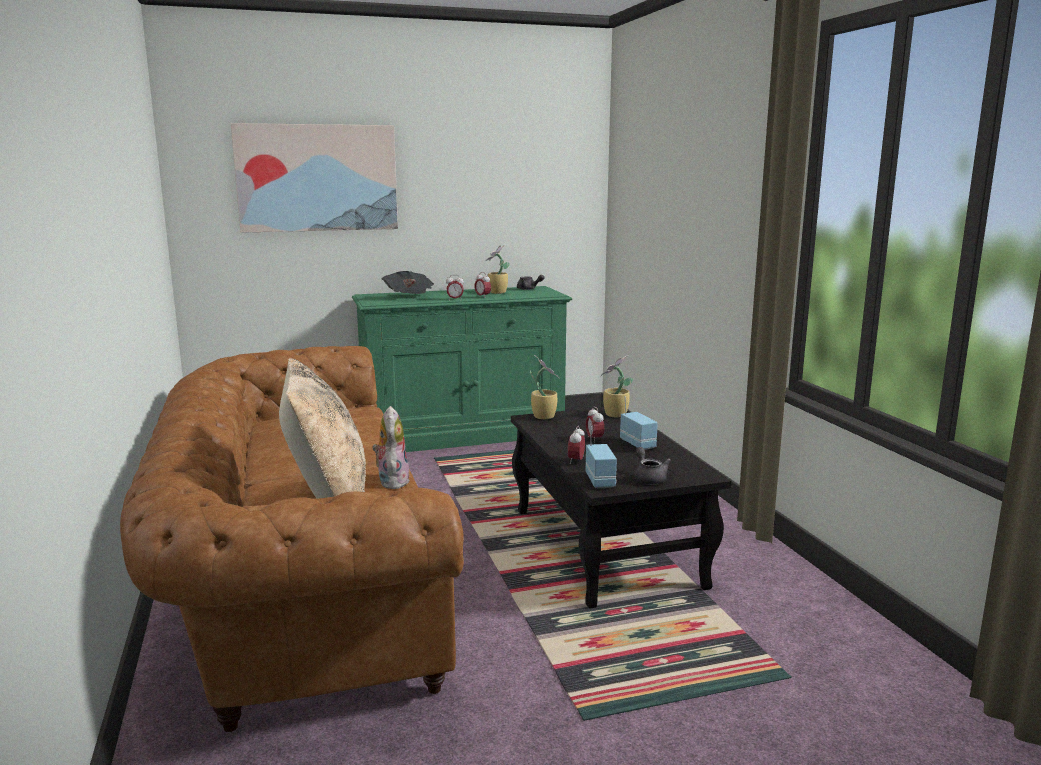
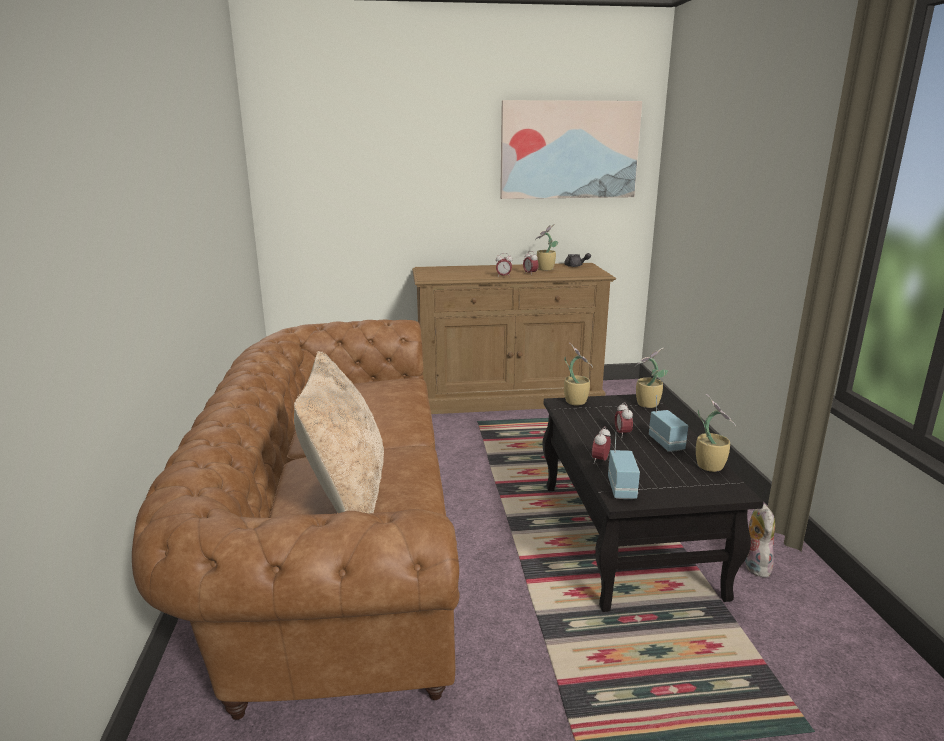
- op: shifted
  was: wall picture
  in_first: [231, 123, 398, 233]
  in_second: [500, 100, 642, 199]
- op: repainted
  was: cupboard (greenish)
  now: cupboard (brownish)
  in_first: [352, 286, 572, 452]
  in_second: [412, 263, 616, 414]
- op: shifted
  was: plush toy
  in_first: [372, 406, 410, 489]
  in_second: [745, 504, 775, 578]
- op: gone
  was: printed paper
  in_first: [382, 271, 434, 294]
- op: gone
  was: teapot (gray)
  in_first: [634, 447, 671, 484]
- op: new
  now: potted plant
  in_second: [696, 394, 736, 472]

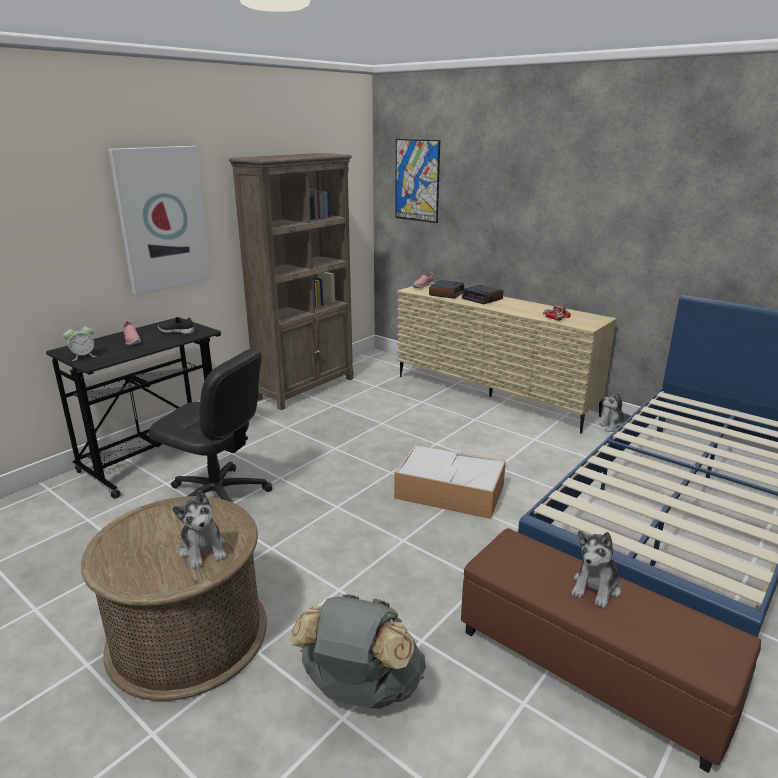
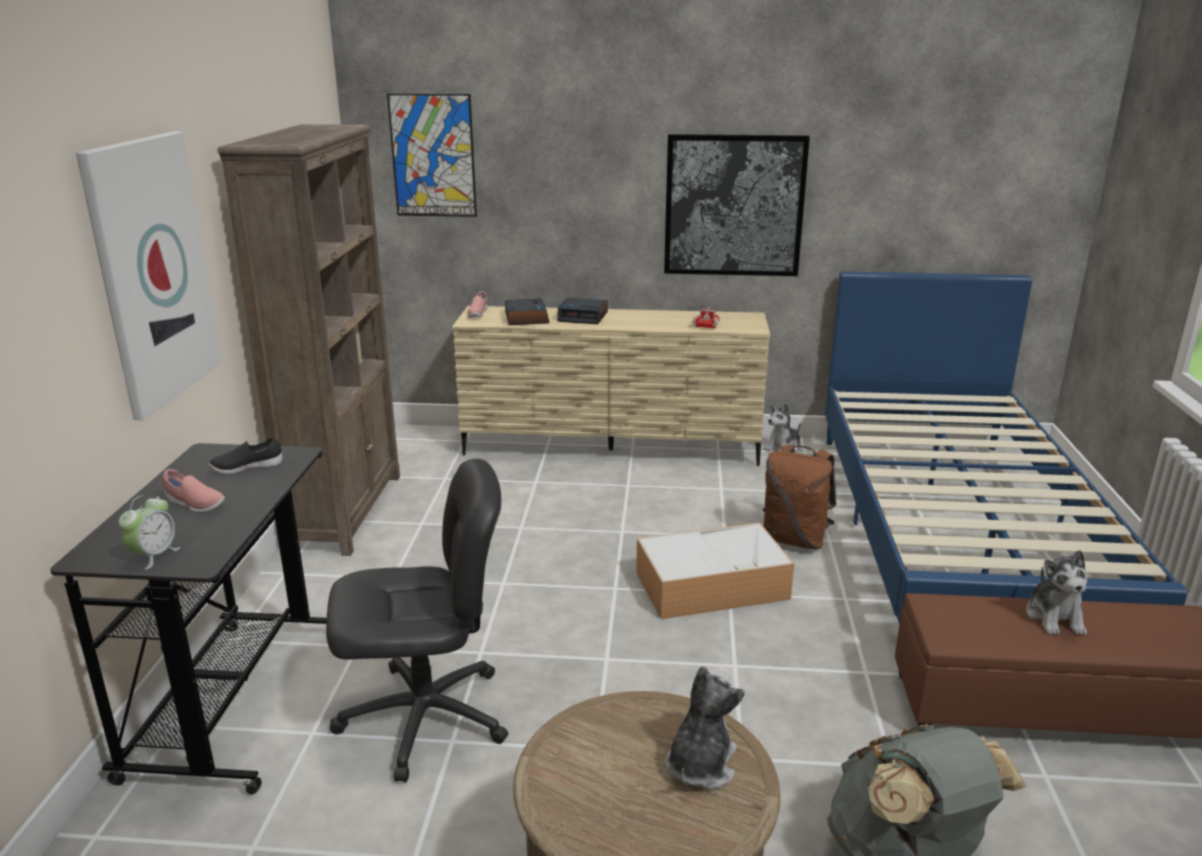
- op: rotated
  was: plush toy
  in_first: [172, 490, 226, 569]
  in_second: [665, 666, 745, 790]
  clockwise: -90
- op: new
  now: wall picture
  in_second: [664, 134, 810, 276]
- op: new
  now: knapsack (brownish)
  in_second: [763, 444, 836, 550]

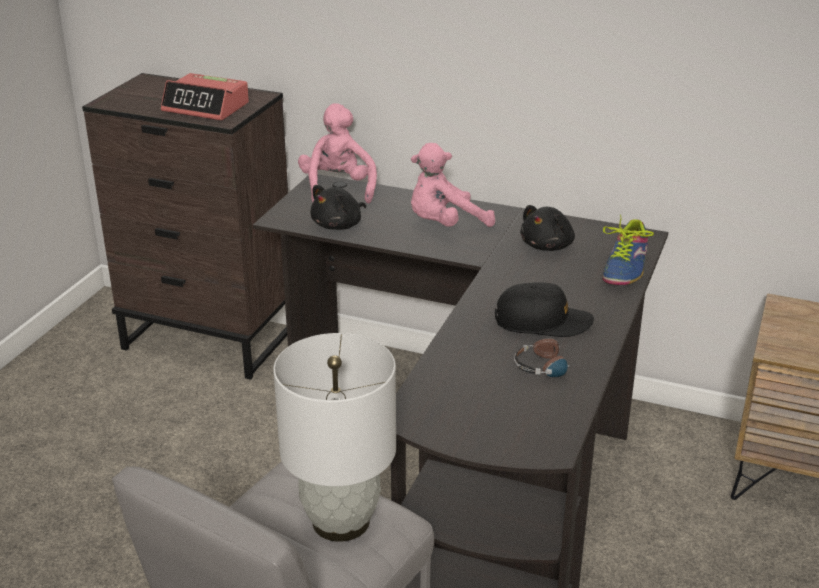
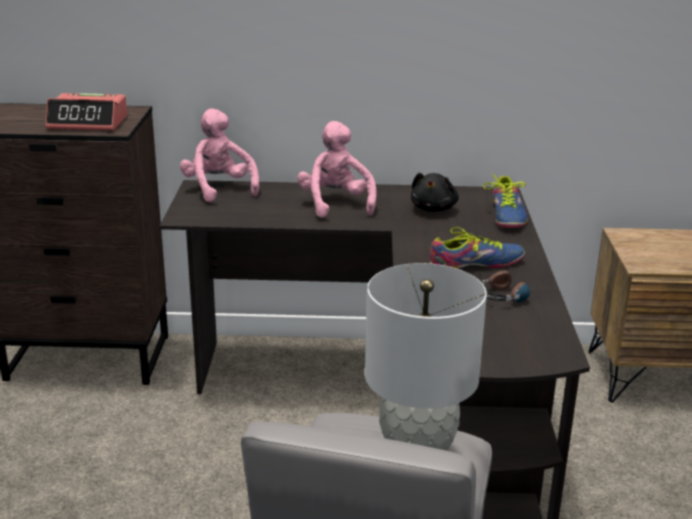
- op: gone
  was: plush toy (black)
  in_first: [310, 185, 366, 230]
- op: rotated
  was: plush toy (pinkish)
  in_first: [411, 143, 495, 227]
  in_second: [297, 121, 377, 218]
  clockwise: 120
- op: swapped
  was: peaked cap (black)
  now: low shoe
  in_first: [495, 282, 594, 337]
  in_second: [430, 227, 525, 269]

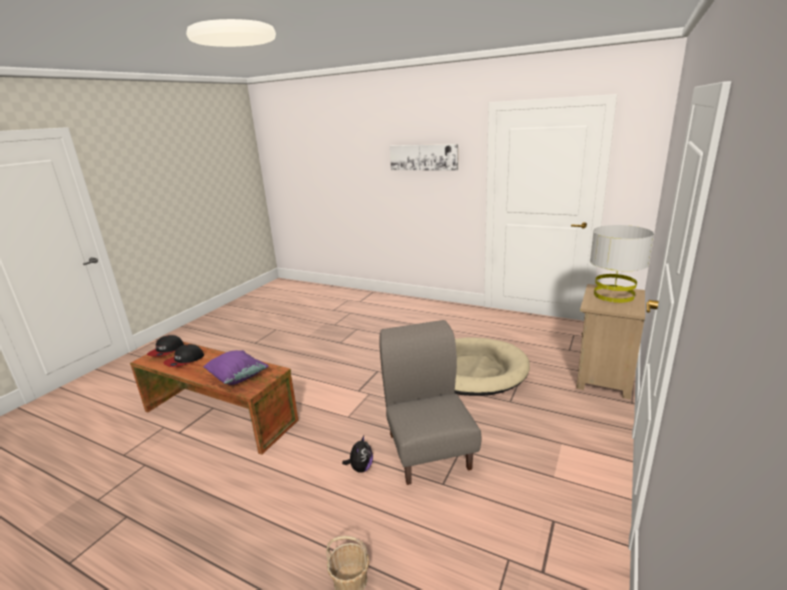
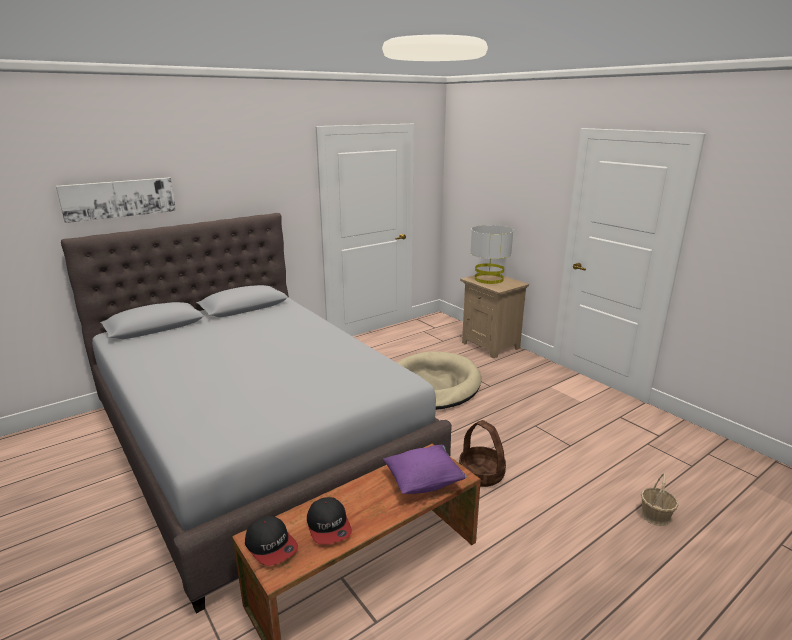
- op: gone
  was: plush toy
  in_first: [342, 435, 373, 473]
- op: gone
  was: plain chair (gray)
  in_first: [379, 320, 481, 485]
- op: shifted
  was: wall picture
  in_first: [390, 144, 458, 171]
  in_second: [56, 177, 176, 223]
- op: new
  now: bedroom bed (gray)
  in_second: [61, 213, 452, 614]
- op: new
  now: basket
  in_second: [459, 420, 506, 487]

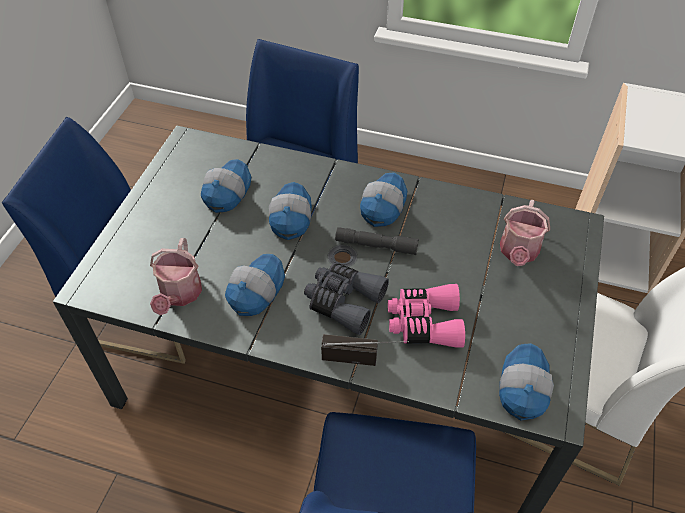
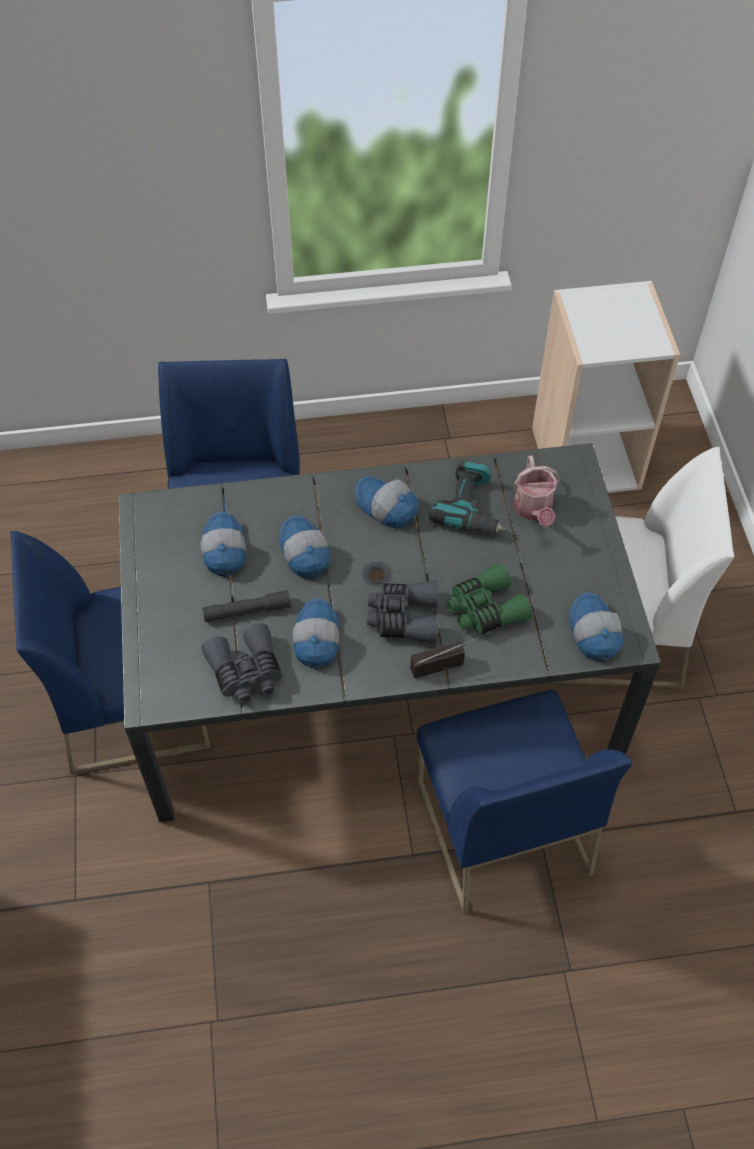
- op: swapped
  was: watering pot
  now: binoculars (gray)
  in_first: [150, 238, 202, 315]
  in_second: [202, 623, 282, 703]
- op: shifted
  was: hand torch (gray)
  in_first: [335, 227, 419, 255]
  in_second: [202, 590, 291, 622]
- op: rotated
  was: peaked cap
  in_first: [360, 173, 407, 227]
  in_second: [355, 476, 418, 528]
  clockwise: -45
- op: repainted
  was: binoculars (pinkish)
  now: binoculars (greenish)
  in_first: [388, 284, 465, 348]
  in_second: [446, 563, 532, 635]
- op: new
  now: drill
  in_second: [429, 461, 506, 534]

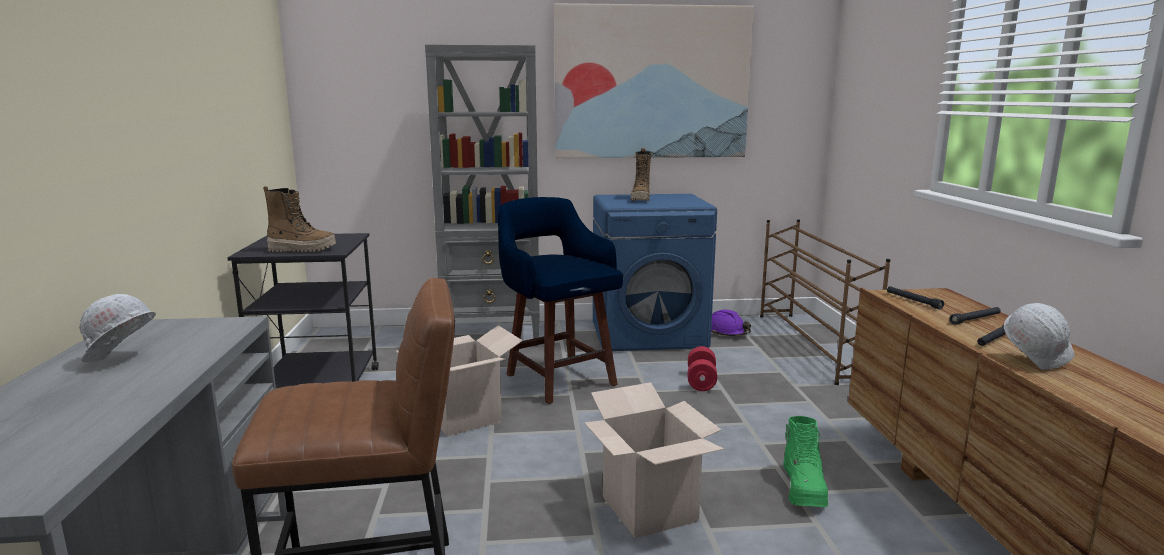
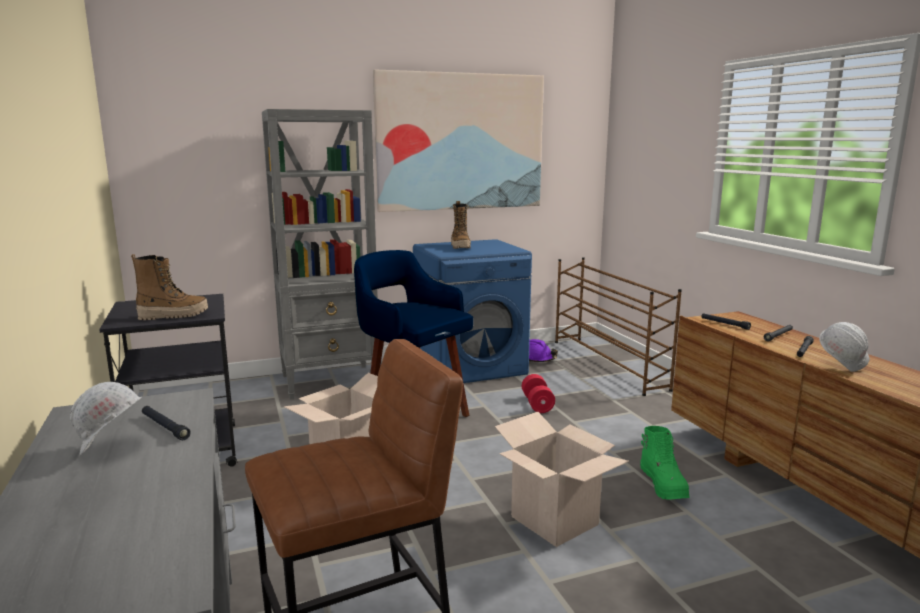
- op: new
  now: hand torch (black)
  in_second: [142, 406, 191, 440]

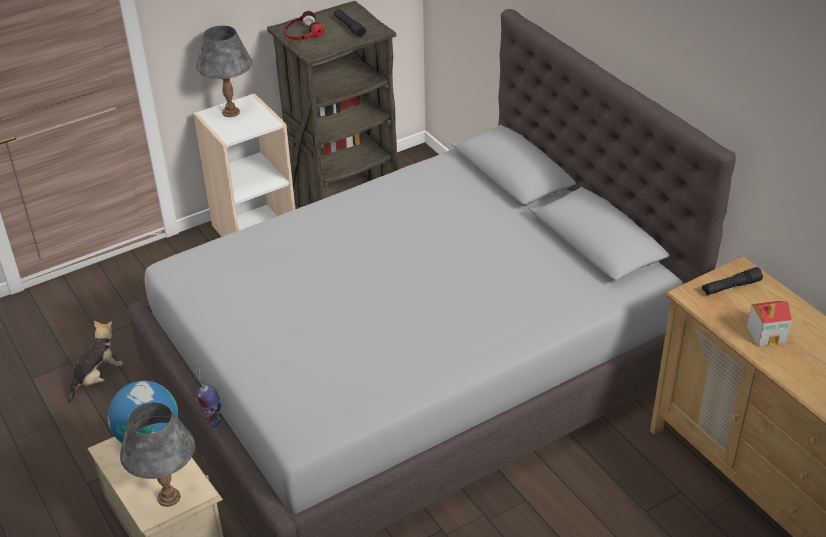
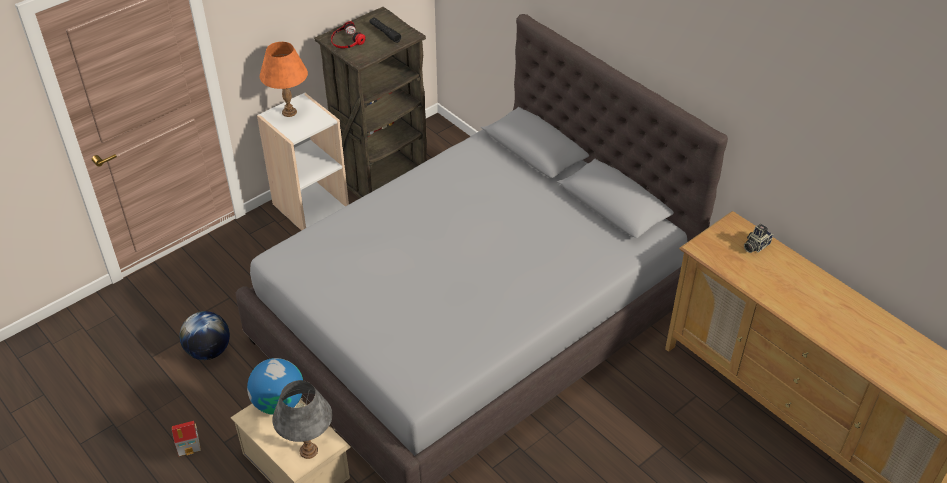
- op: swapped
  was: plush toy
  now: globe
  in_first: [68, 321, 123, 403]
  in_second: [179, 311, 230, 360]
- op: gone
  was: toy robot
  in_first: [195, 367, 222, 427]
- op: repainted
  was: tabletop lamp (gray)
  now: tabletop lamp (orange)
  in_first: [196, 25, 252, 117]
  in_second: [260, 42, 308, 117]
- op: gone
  was: hand torch (black)
  in_first: [702, 267, 763, 295]
- op: shifted
  was: miniature house
  in_first: [747, 301, 792, 346]
  in_second: [172, 421, 201, 456]
- op: new
  now: photo camera
  in_second: [744, 224, 773, 253]

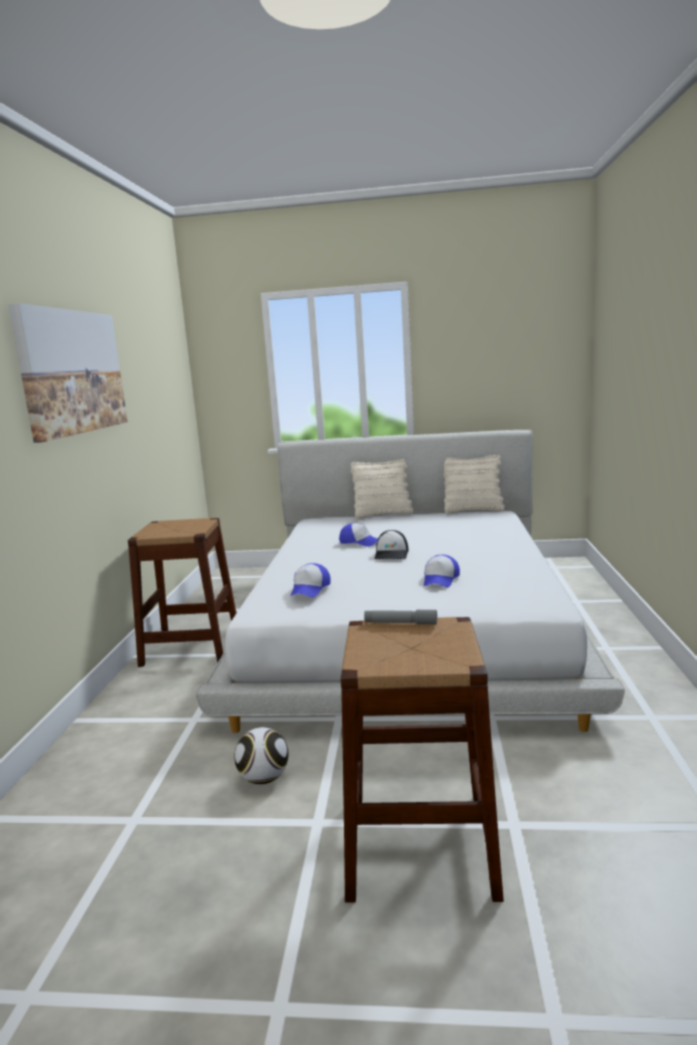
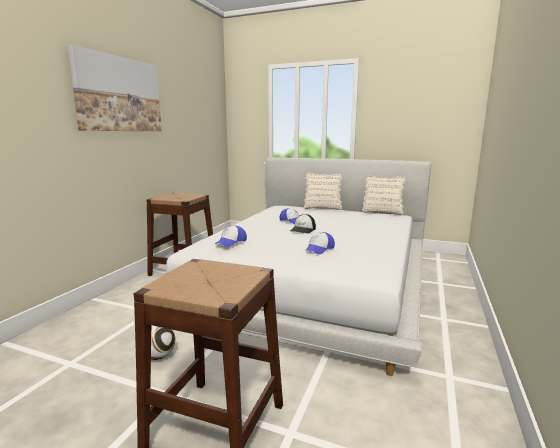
- op: gone
  was: hand torch (gray)
  in_first: [364, 610, 437, 624]

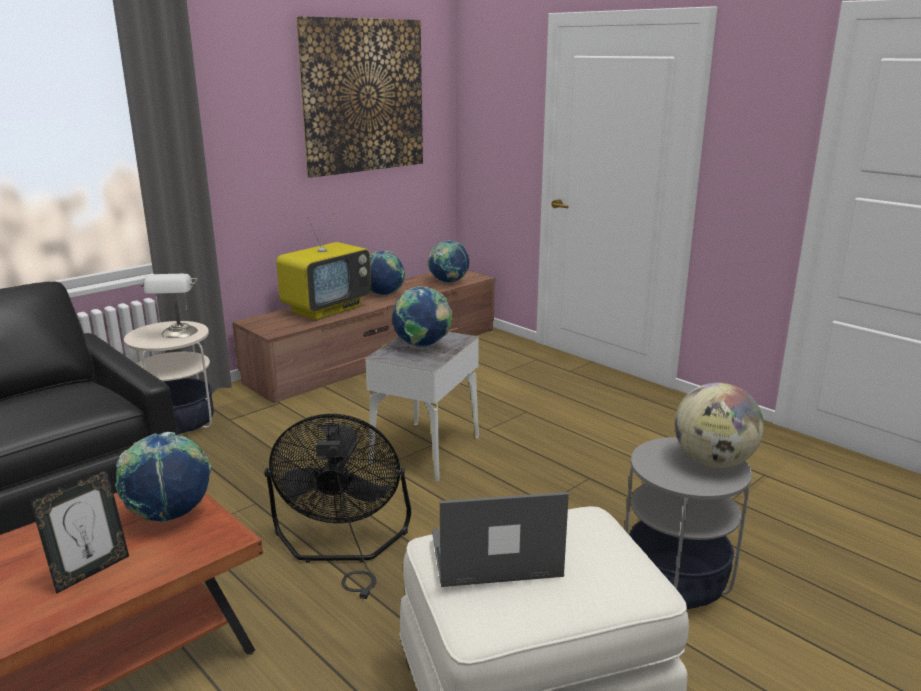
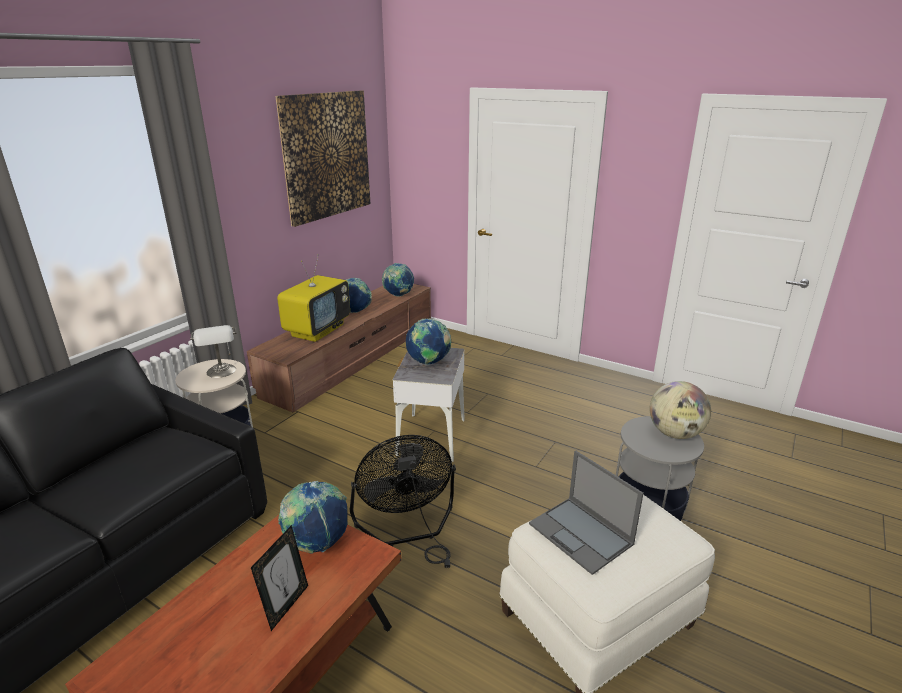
- op: rotated
  was: notebook computer
  in_first: [432, 492, 569, 587]
  in_second: [529, 450, 644, 575]
  clockwise: -105

